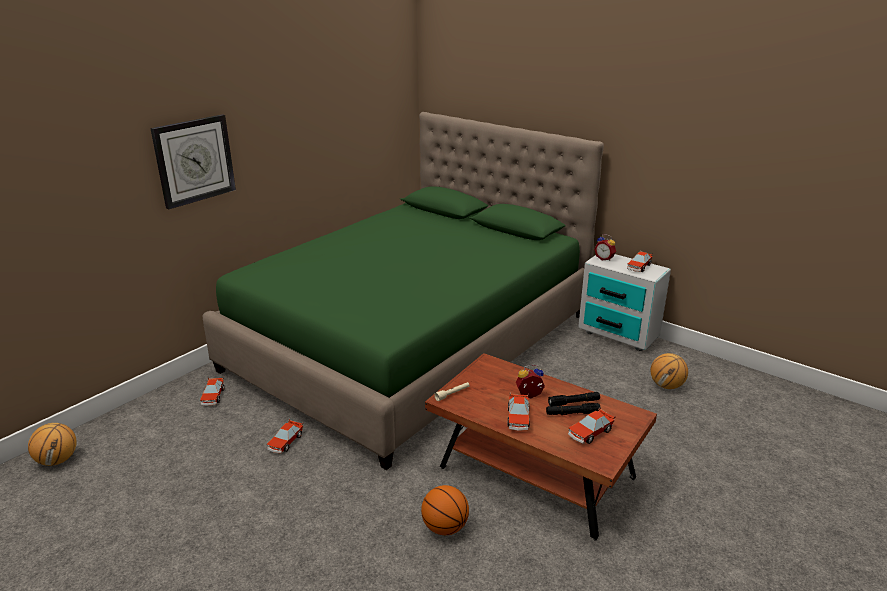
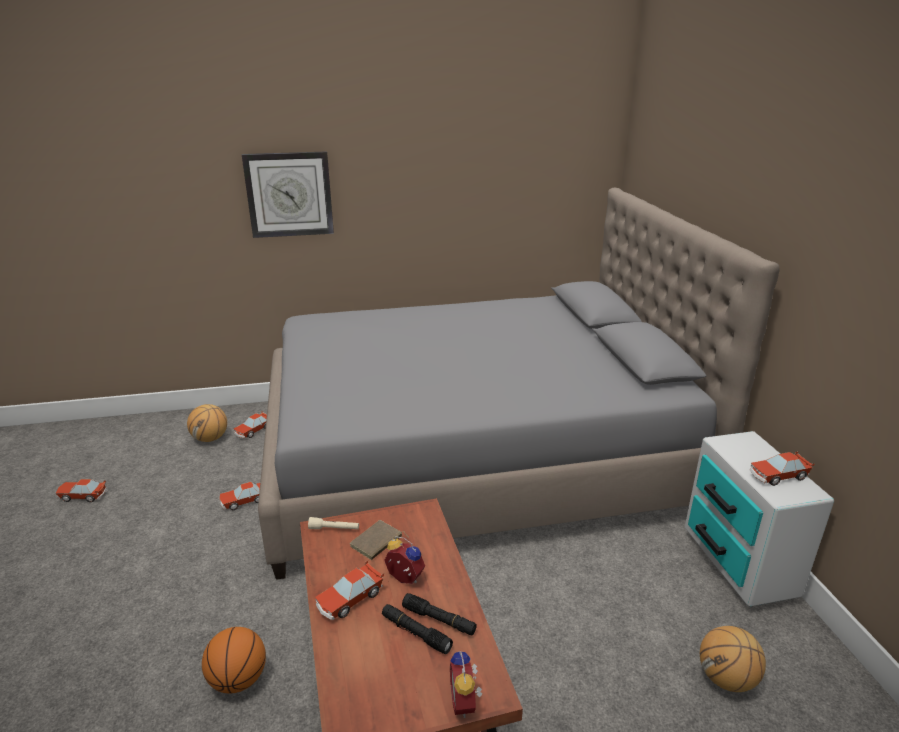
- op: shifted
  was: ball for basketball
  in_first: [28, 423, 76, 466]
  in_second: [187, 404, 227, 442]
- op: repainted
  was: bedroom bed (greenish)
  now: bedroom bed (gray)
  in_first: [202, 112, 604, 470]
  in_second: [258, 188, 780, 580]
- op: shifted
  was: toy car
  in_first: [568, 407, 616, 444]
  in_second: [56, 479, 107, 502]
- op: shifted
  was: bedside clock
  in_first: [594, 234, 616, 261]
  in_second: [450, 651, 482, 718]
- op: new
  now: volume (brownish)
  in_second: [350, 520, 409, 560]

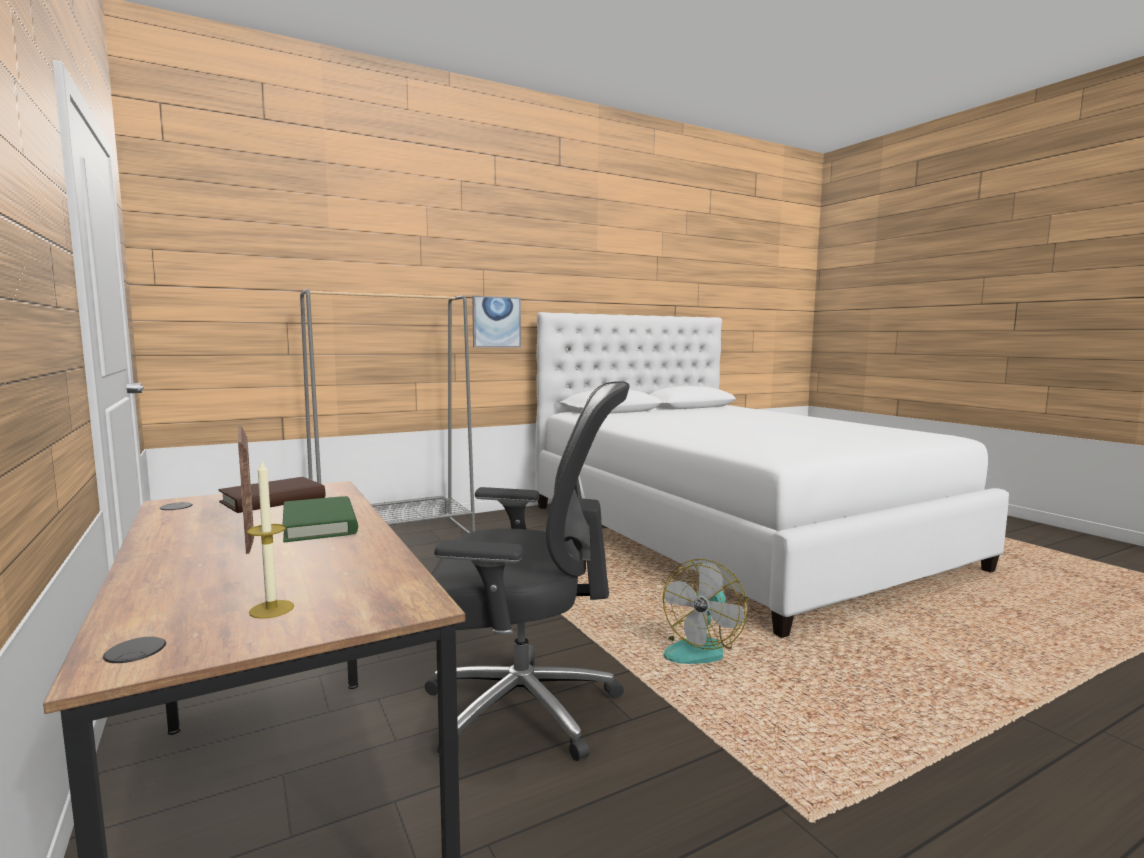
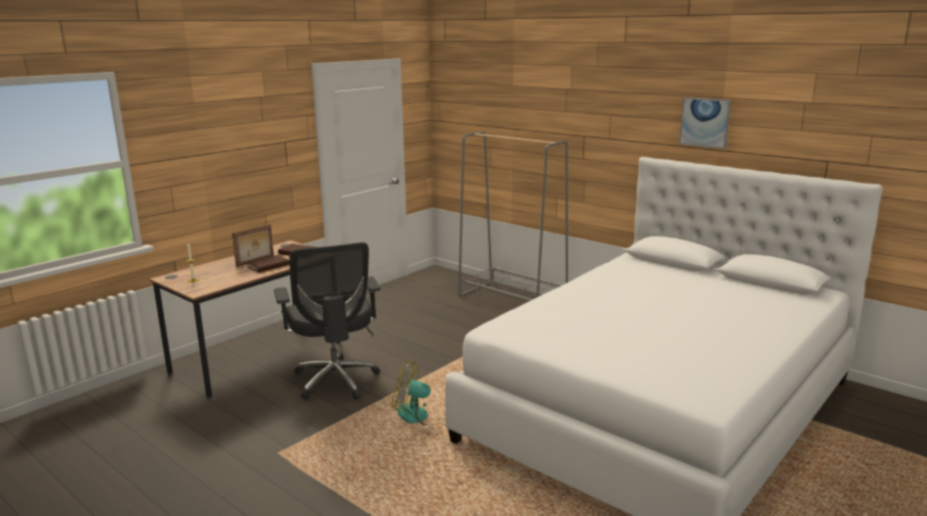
- op: repainted
  was: volume (greenish)
  now: volume (brownish)
  in_first: [283, 496, 358, 542]
  in_second: [247, 255, 290, 273]
- op: shifted
  was: wall picture
  in_first: [472, 296, 521, 348]
  in_second: [679, 97, 731, 149]

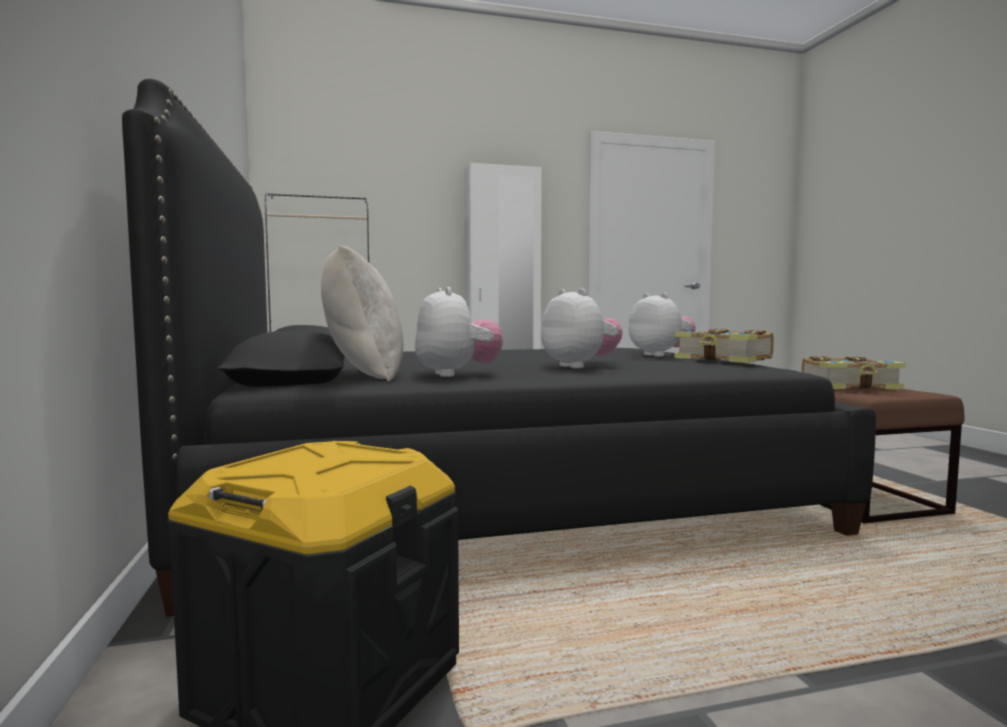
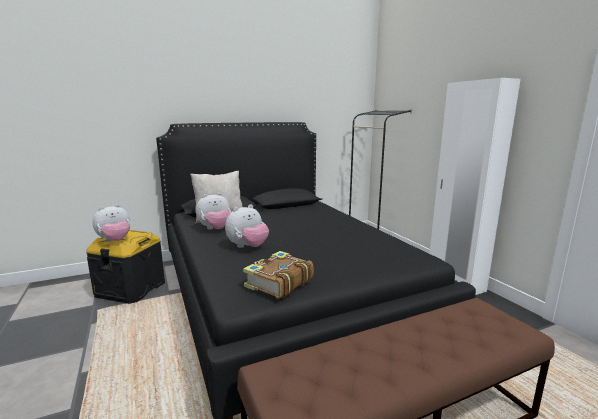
- op: shifted
  was: plush toy
  in_first: [629, 293, 695, 357]
  in_second: [93, 204, 130, 241]
- op: gone
  was: volume
  in_first: [801, 357, 905, 389]

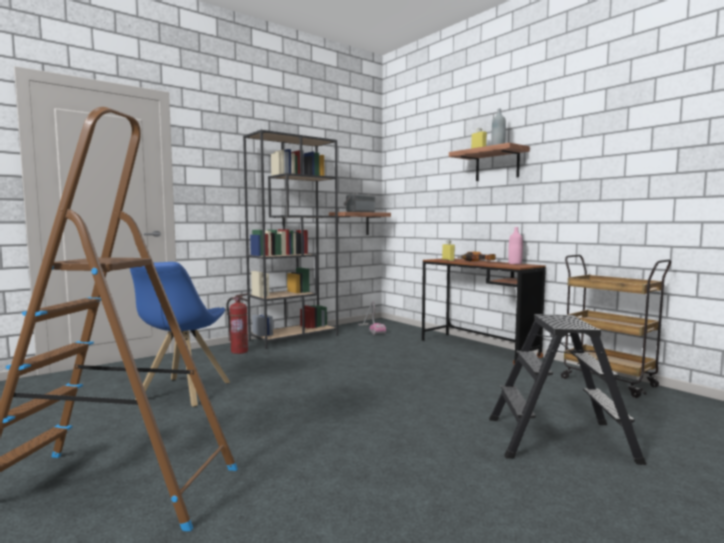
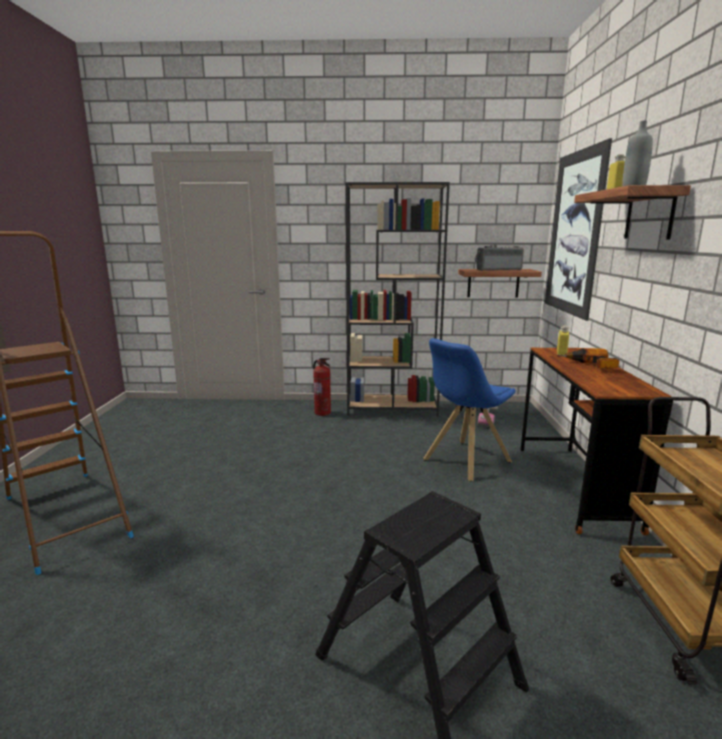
- op: shifted
  was: plain chair (bluish)
  in_first: [130, 262, 230, 407]
  in_second: [424, 338, 516, 481]
- op: gone
  was: beverage bottle (pinkish)
  in_first: [508, 227, 523, 264]
- op: new
  now: wall picture
  in_second: [545, 138, 612, 321]

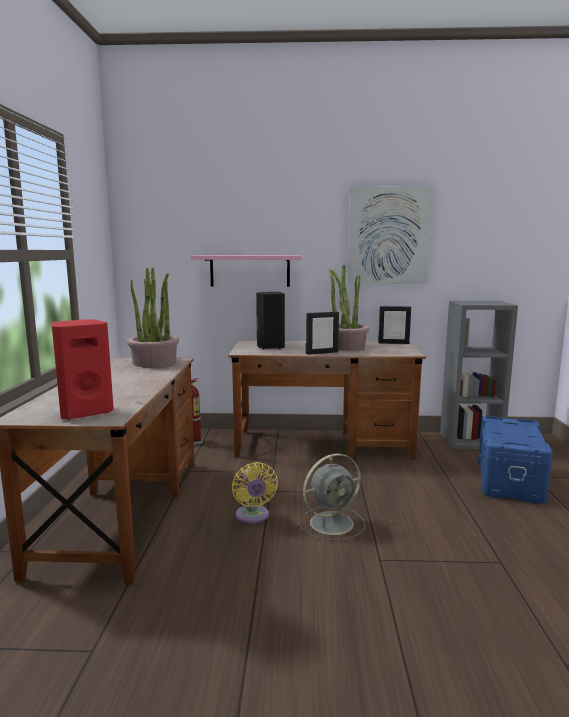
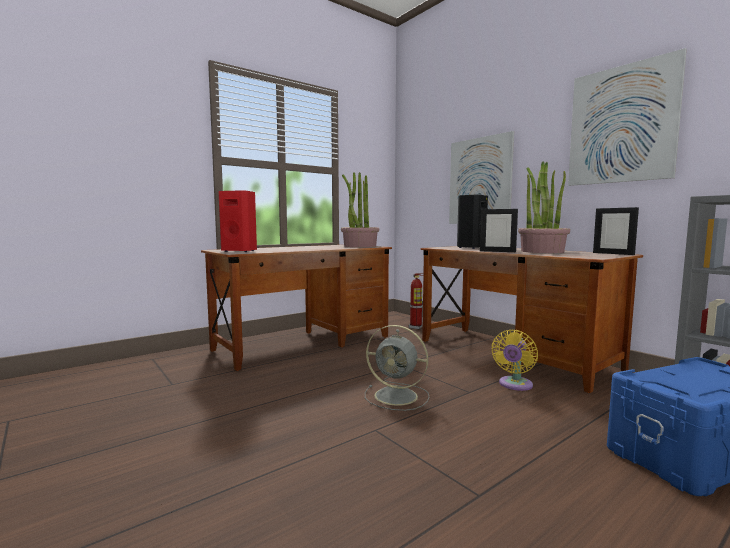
- op: swapped
  was: wall shelf (pinkish)
  now: wall picture
  in_first: [191, 255, 301, 287]
  in_second: [449, 131, 514, 224]
- op: shifted
  was: fan (yellowish)
  in_first: [232, 462, 278, 524]
  in_second: [491, 330, 538, 391]

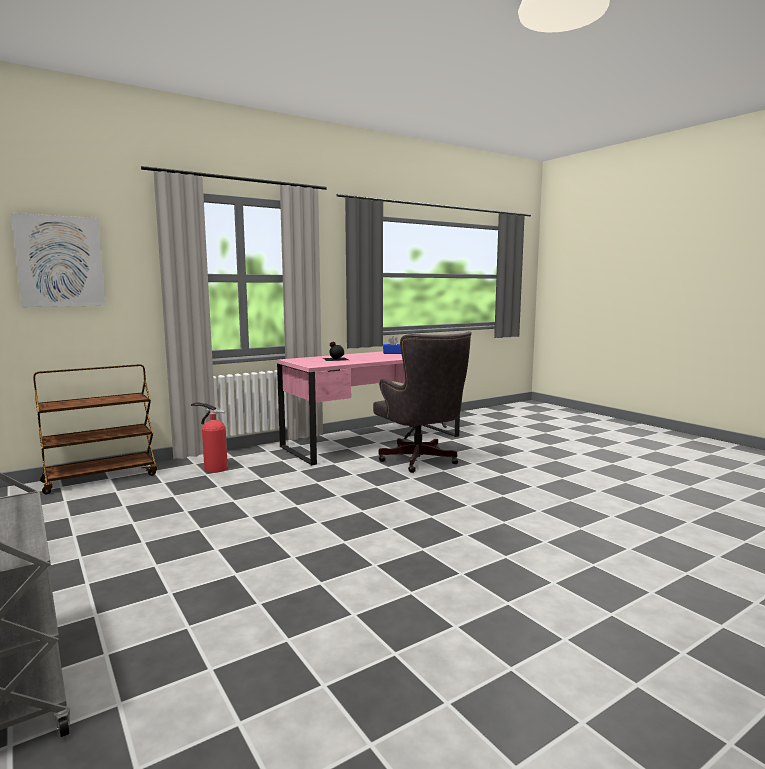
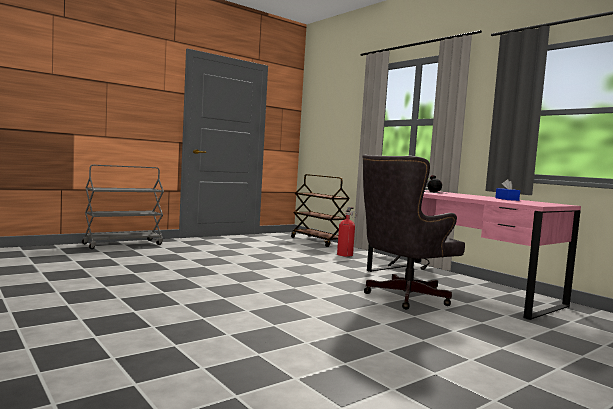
- op: gone
  was: wall picture
  in_first: [11, 213, 106, 307]

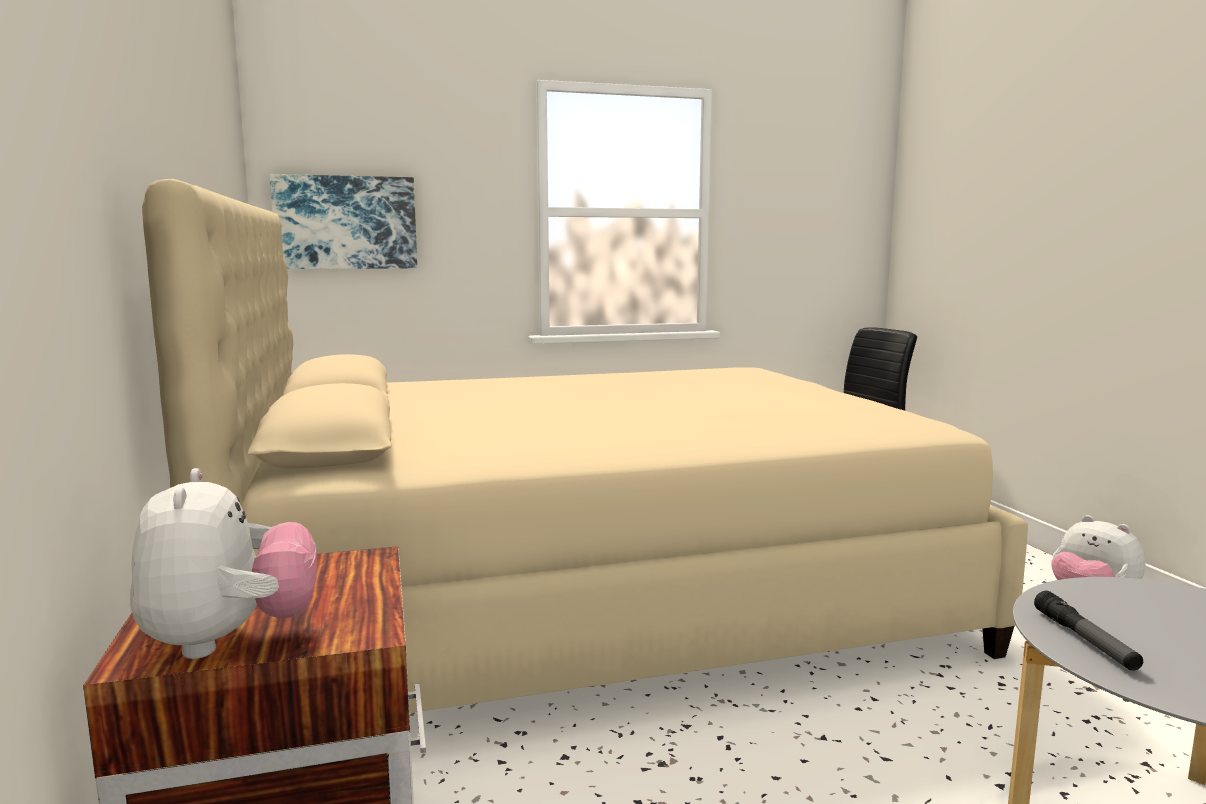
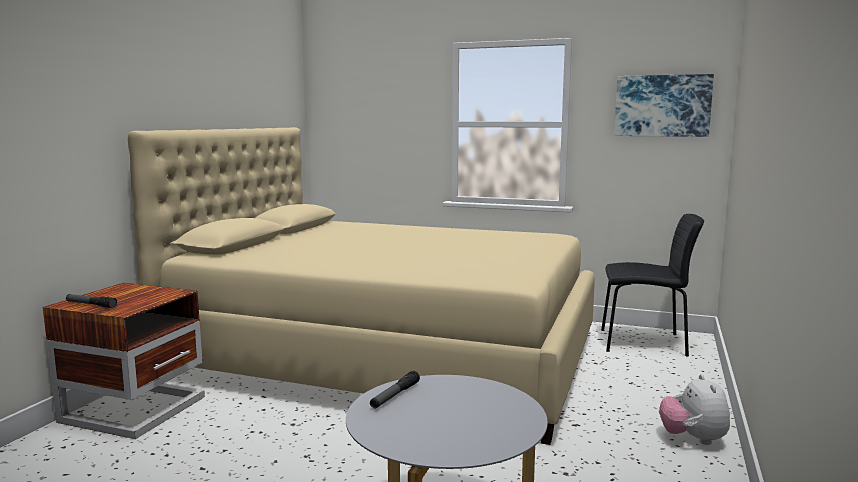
- op: swapped
  was: plush toy
  now: hand torch
  in_first: [130, 468, 317, 659]
  in_second: [66, 294, 117, 308]
- op: shifted
  was: wall picture
  in_first: [269, 174, 417, 269]
  in_second: [614, 74, 714, 137]

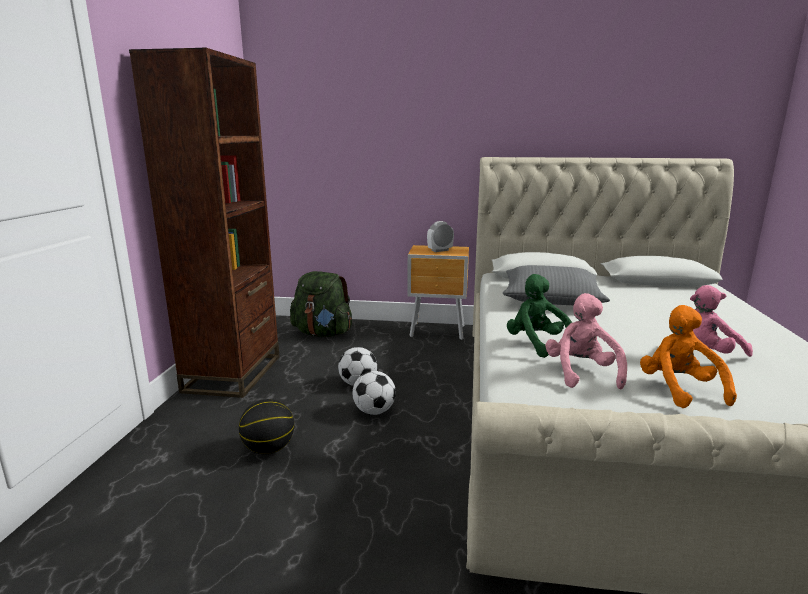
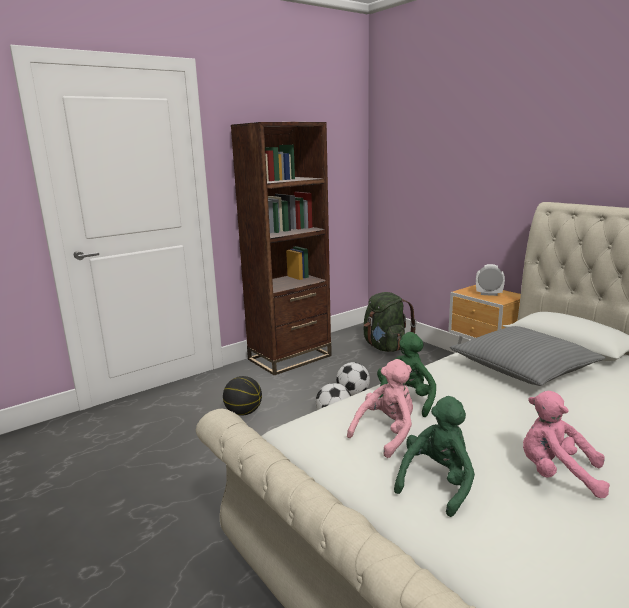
- op: repainted
  was: plush toy (orange)
  now: plush toy (greenish)
  in_first: [640, 305, 737, 408]
  in_second: [394, 396, 475, 517]

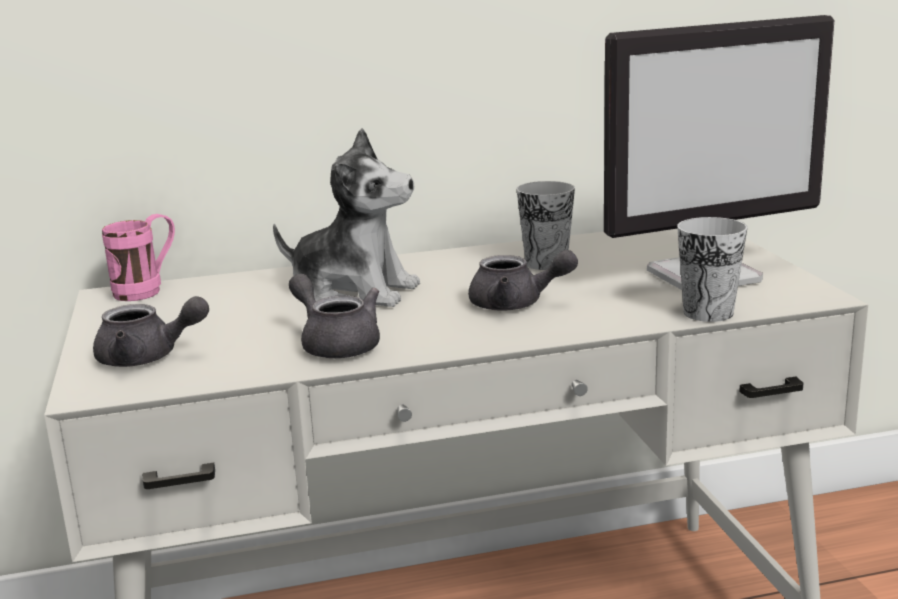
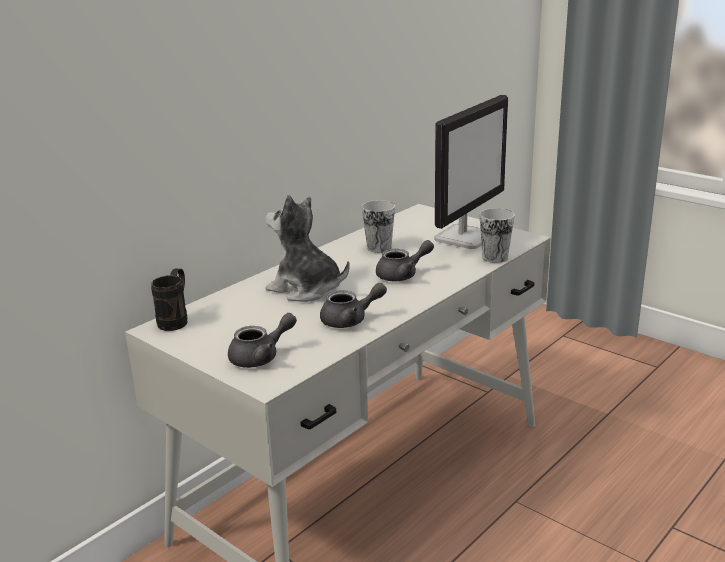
- op: repainted
  was: coffee mug (pinkish)
  now: coffee mug (black)
  in_first: [102, 214, 175, 301]
  in_second: [151, 269, 188, 331]
- op: rotated
  was: plush toy
  in_first: [273, 128, 420, 307]
  in_second: [265, 195, 350, 302]
  clockwise: -135
- op: rotated
  was: teapot (gray)
  in_first: [289, 274, 380, 358]
  in_second: [320, 283, 387, 328]
  clockwise: 150

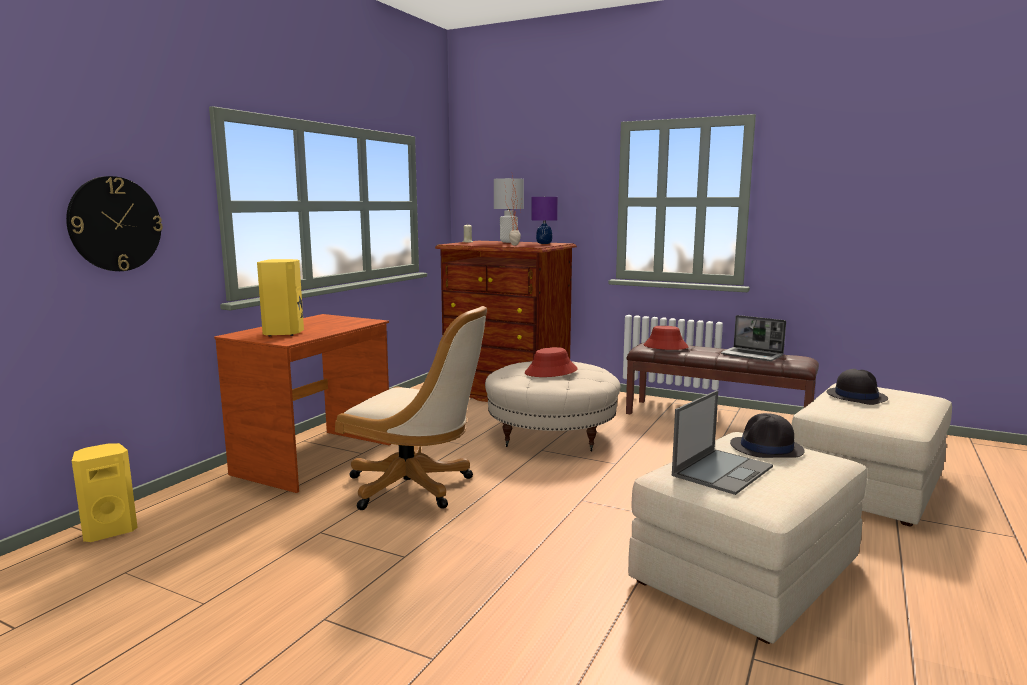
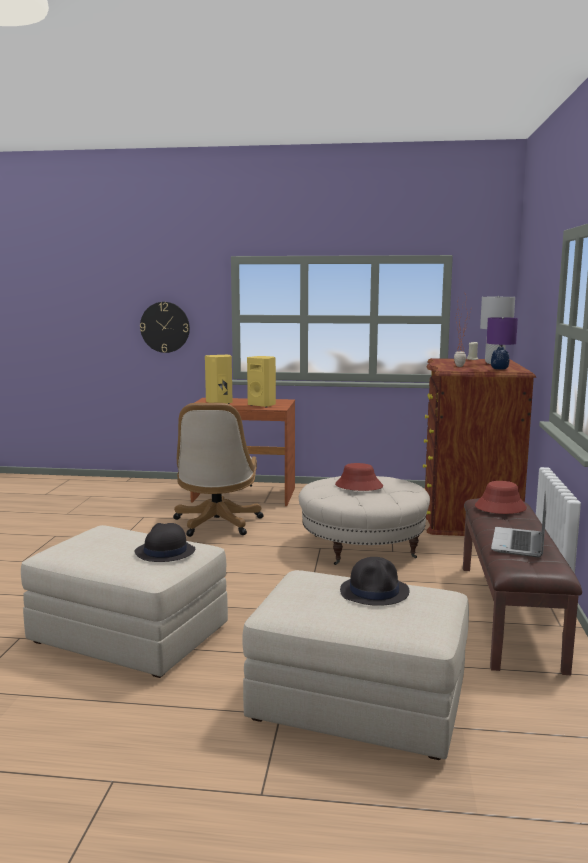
- op: shifted
  was: audio speaker (yellowish)
  in_first: [72, 443, 138, 542]
  in_second: [247, 356, 276, 407]
- op: gone
  was: notebook computer
  in_first: [672, 390, 773, 495]

